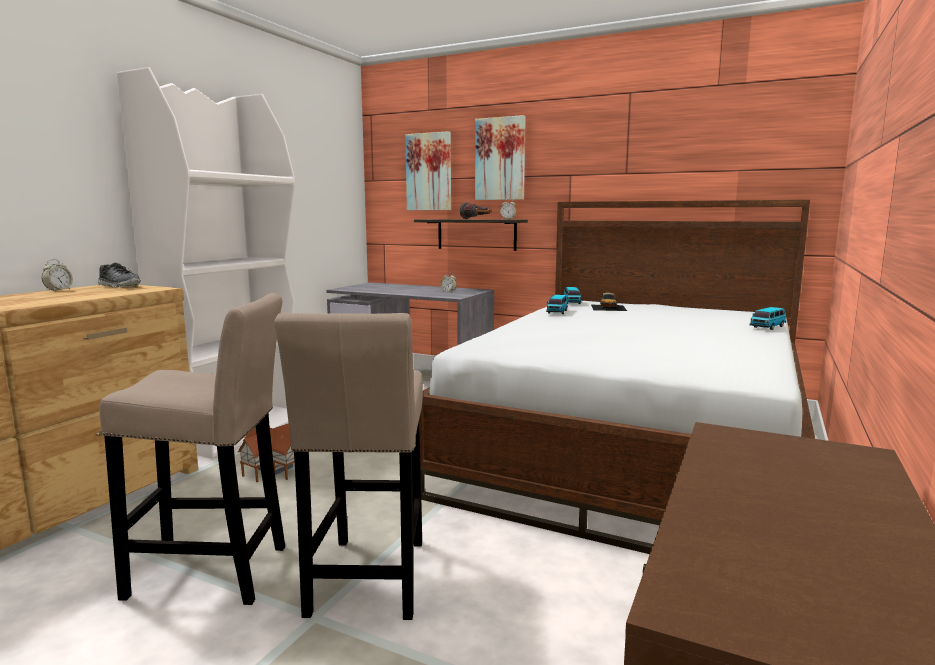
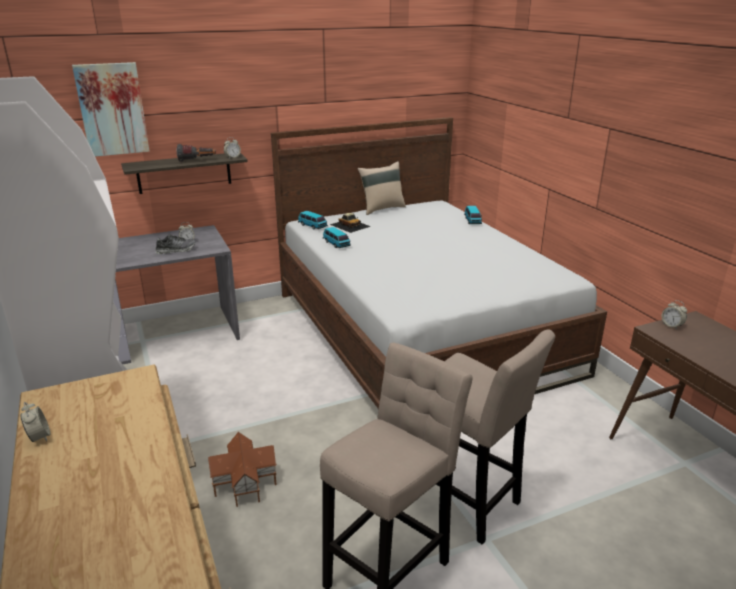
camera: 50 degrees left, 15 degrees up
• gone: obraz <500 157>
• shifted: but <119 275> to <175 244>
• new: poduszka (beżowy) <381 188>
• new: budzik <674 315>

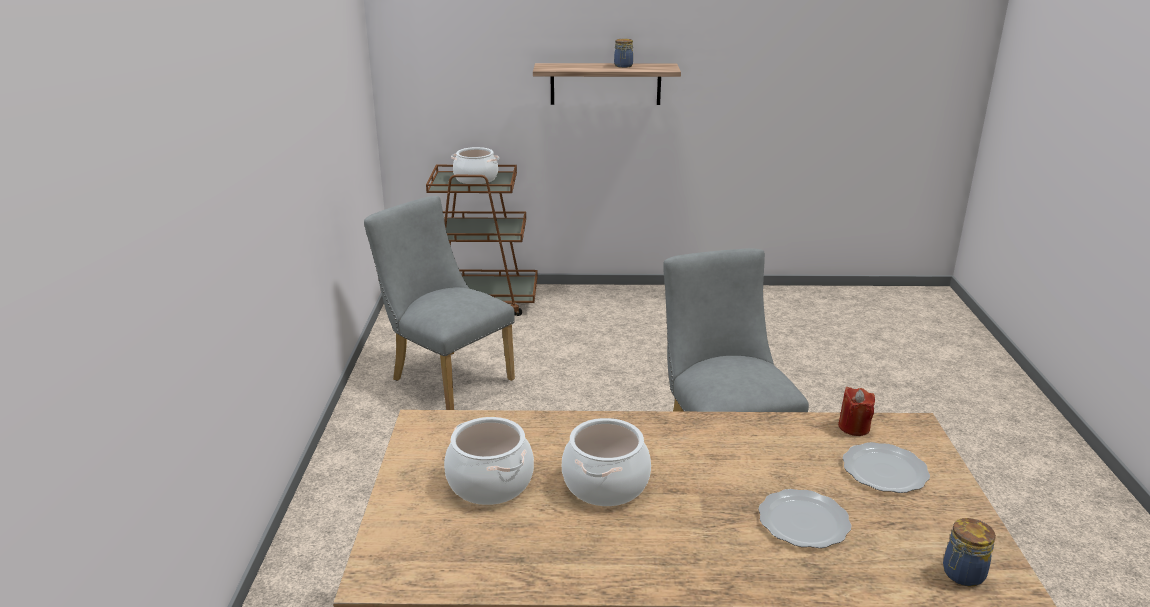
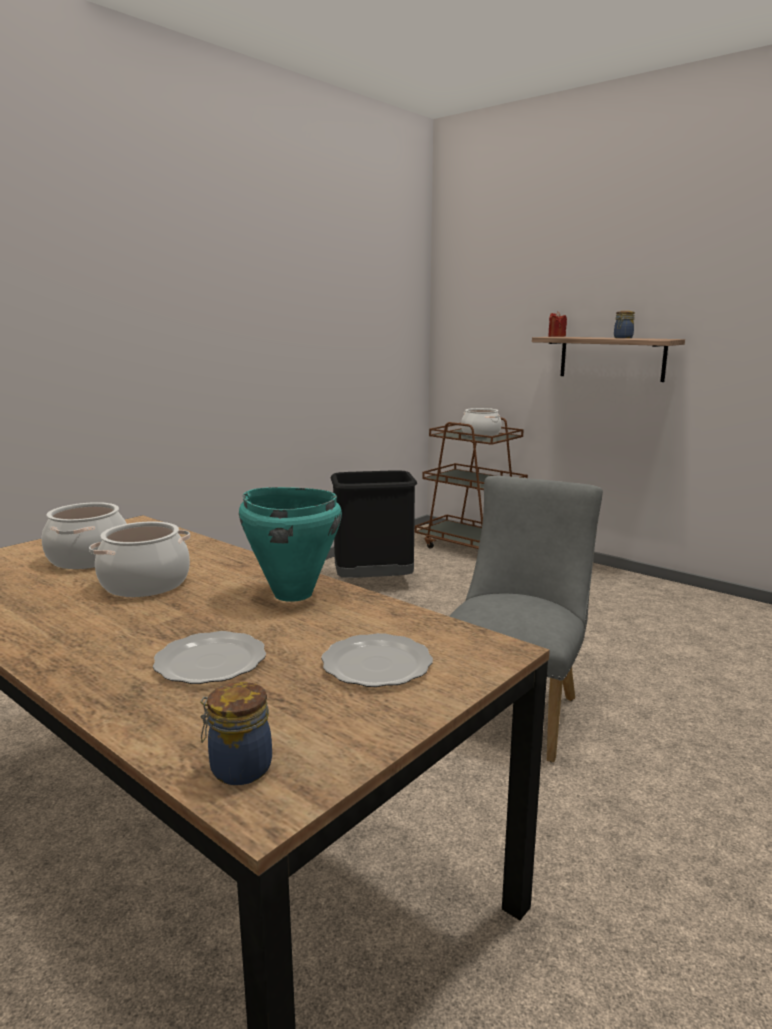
camera: 40 degrees right, 10 degrees down
• swapped: krzesło (szary) <439 303> to kosz na śmieci (czarny) <374 524>
• shifted: świeca (czerwony) <856 411> to <557 324>
• new: garnek (turkusowy) <290 544>

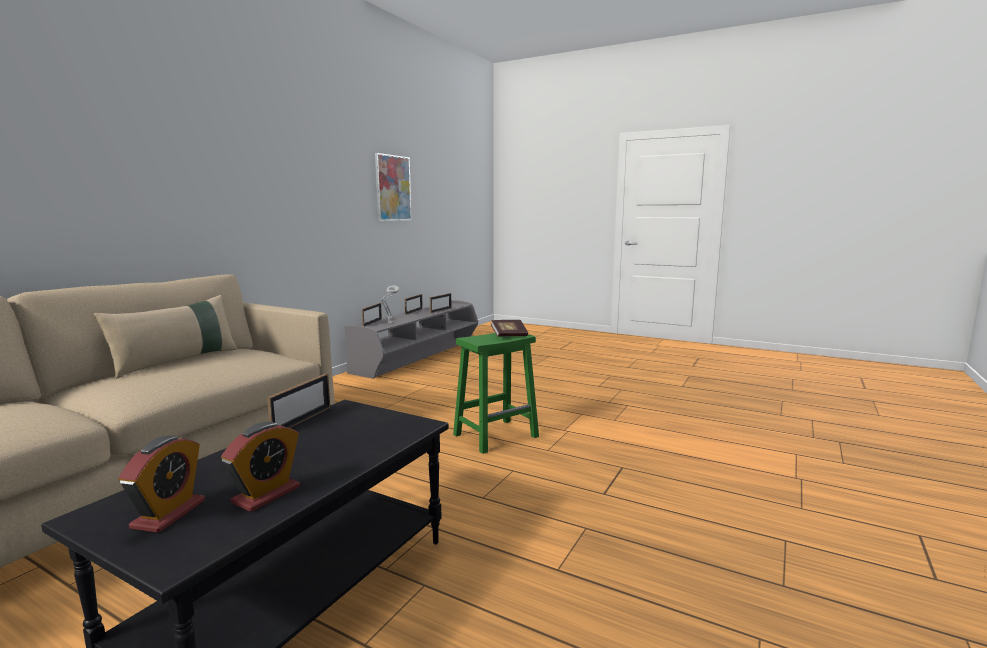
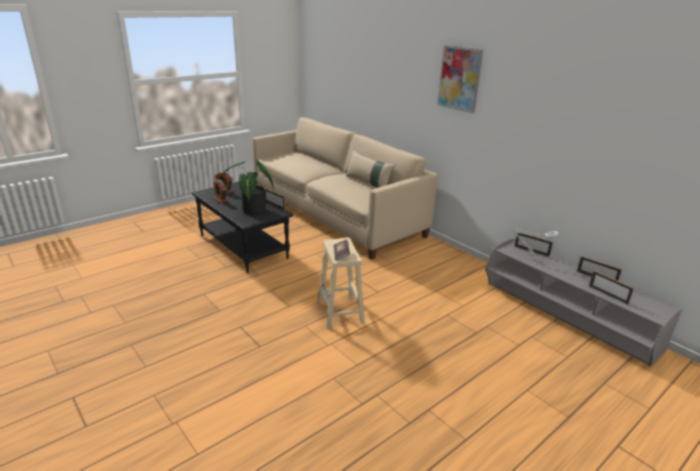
camera: 110 degrees right, 15 degrees up
• shifted: obraz <393 187> to <460 79>
• repainted: stołek (zielony) <496 393> to stołek (beżowy) <341 283>
• new: roślina doniczkowa <248 187>

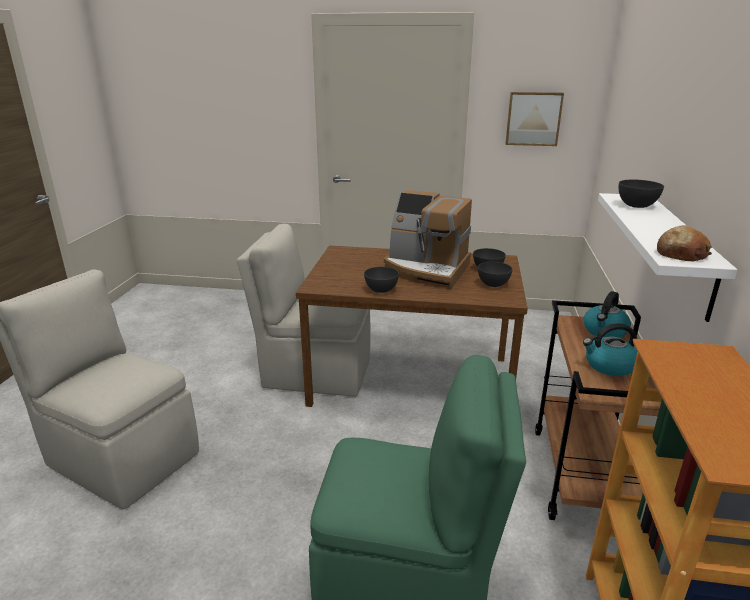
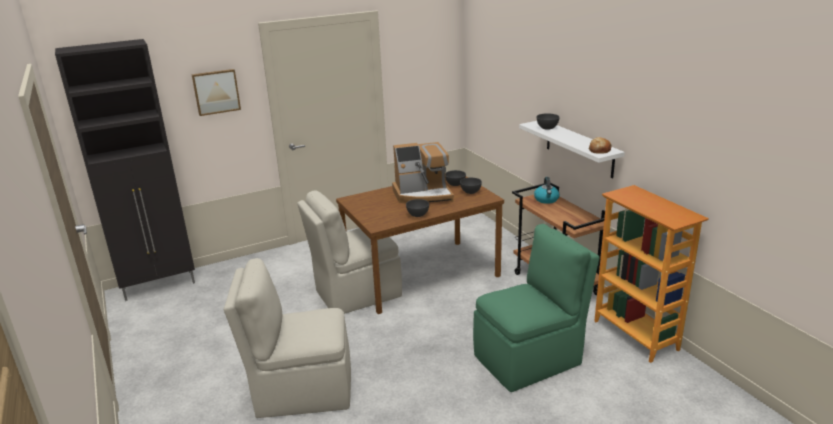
camera: 35 degrees left, 0 degrees up
• shifted: obraz <534 119> to <216 92>
• gone: czajnik <610 349>
• new: szafka (czarny) <125 170>

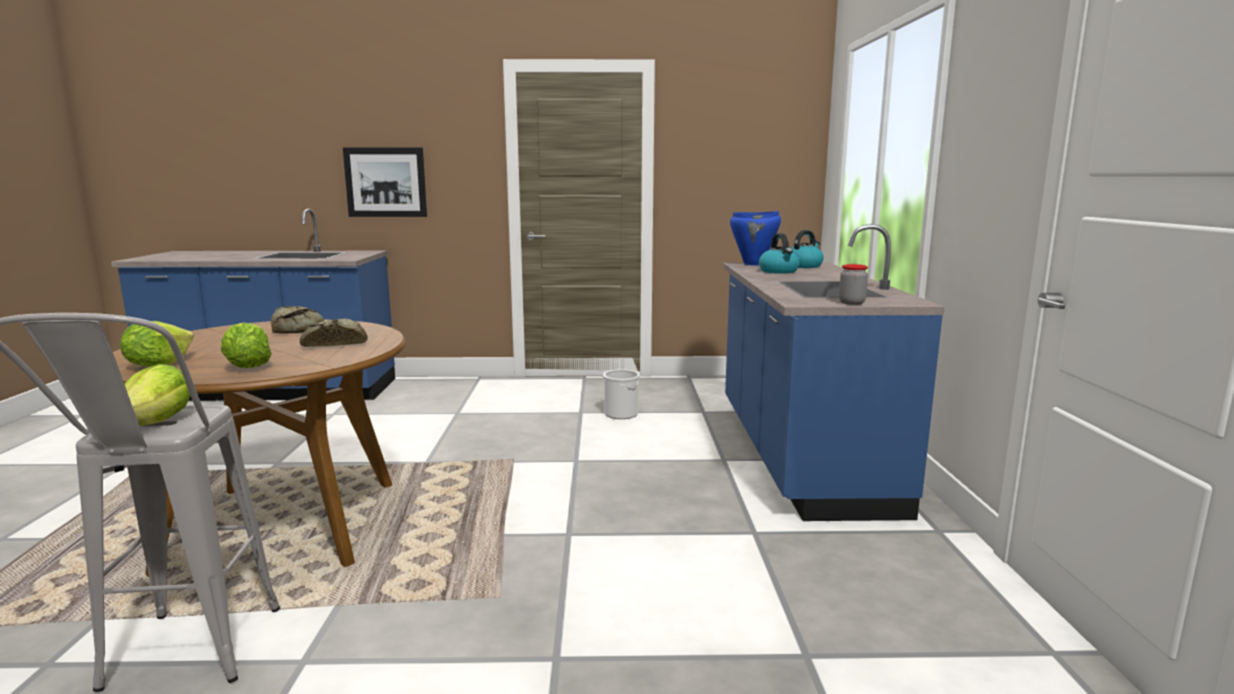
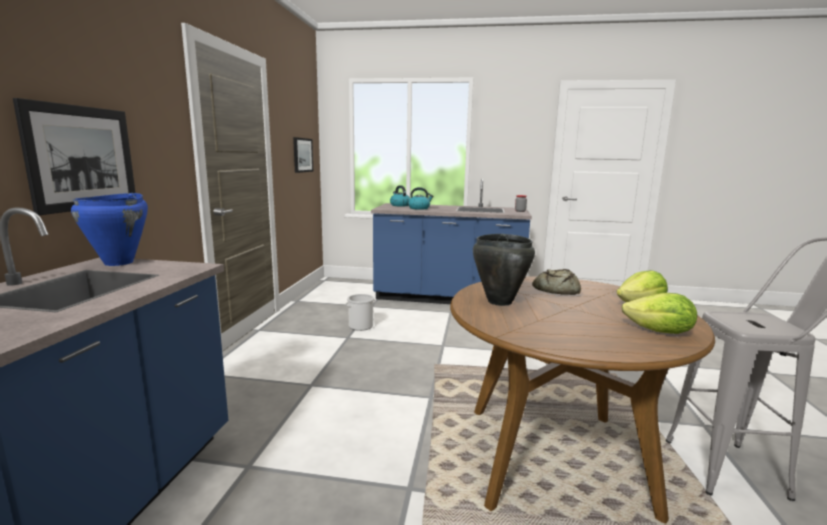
camera: 80 degrees left, 0 degrees up
• shifted: garnek (niebieski) <755 238> to <109 229>
• swapped: chleb <297 320> to garnek (czarny) <504 270>
• gone: sałata <157 395>
• new: obraz <303 155>

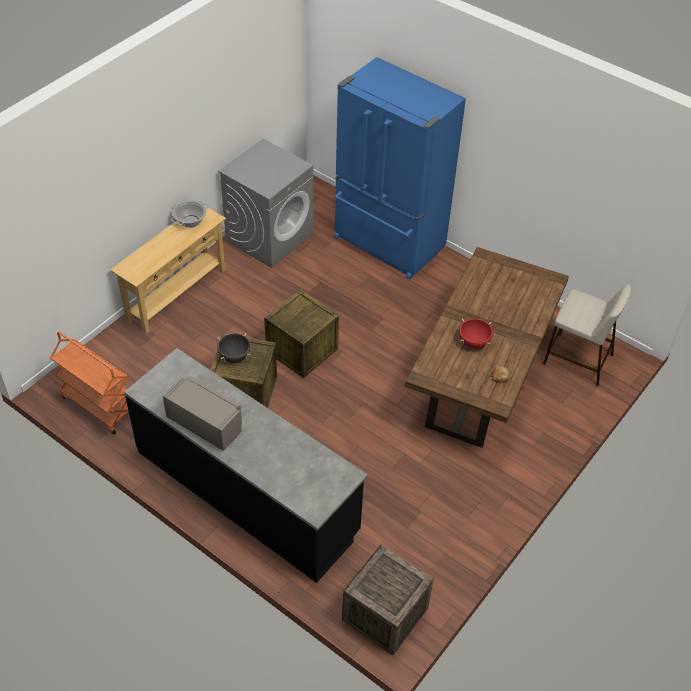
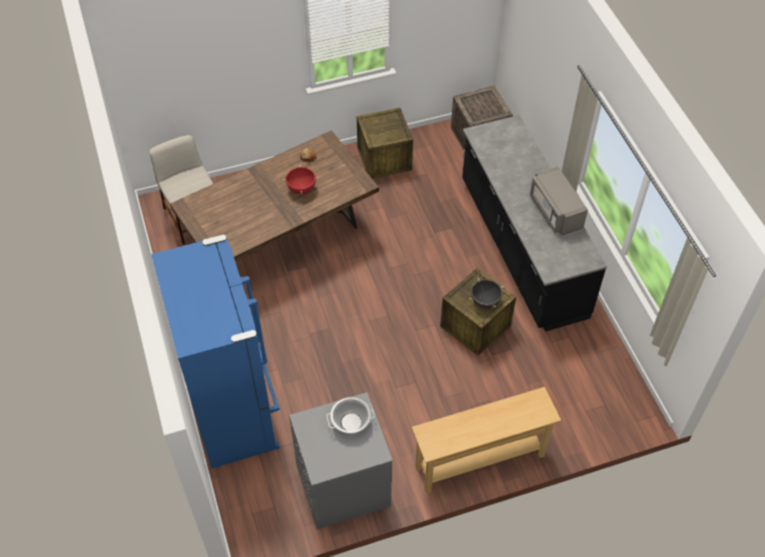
camera: 145 degrees left, 5 degrees up
• shifted: garnek <189 214> to <350 415>
• shifted: skrzynka <301 334> to <385 143>
• gone: wózek (pomarańczowy) <89 382>

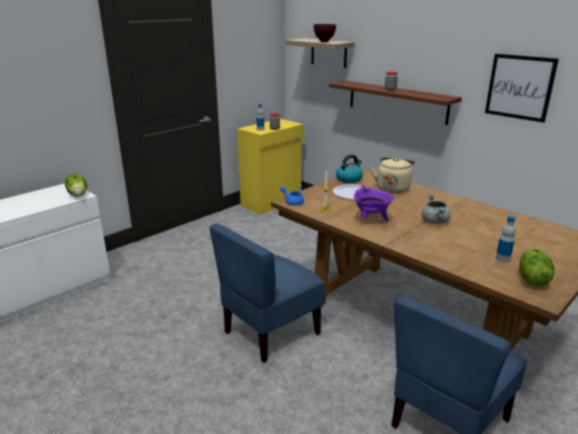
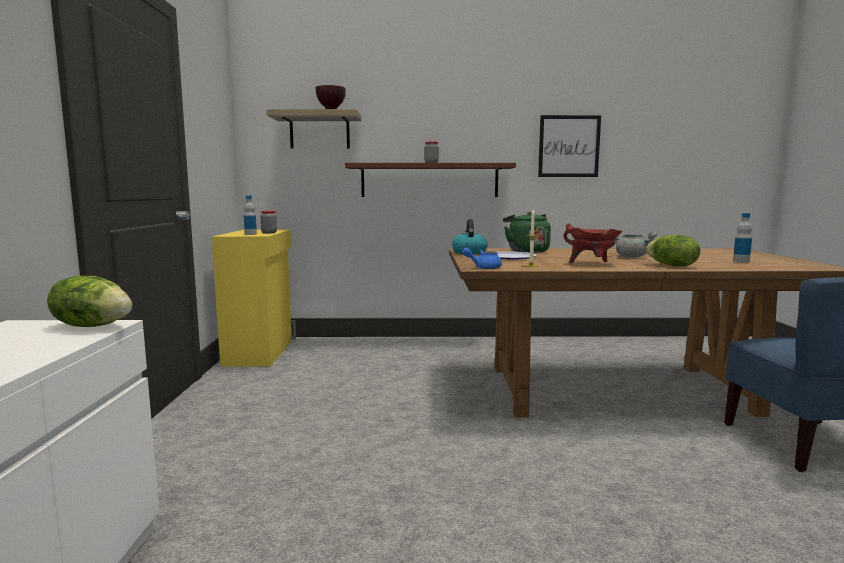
camera: 45 degrees left, 15 degrees down
• repainted: czajnik (beżowy) <393 175> to czajnik (zielony) <527 232>
• repainted: garnek (fioletowy) <374 203> to garnek (czerwony) <593 243>
• gone: krzesło (niebieski) <267 293>
• shifted: sałata <537 267> to <673 250>

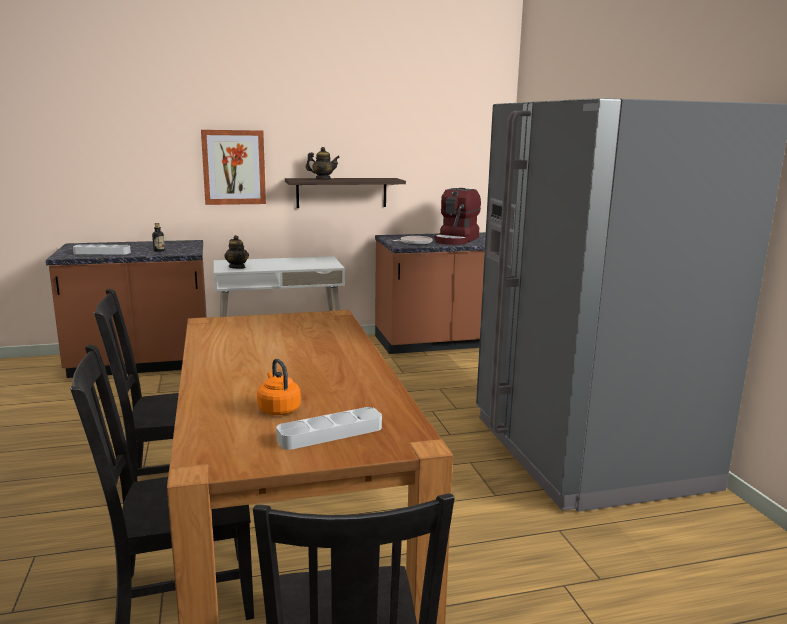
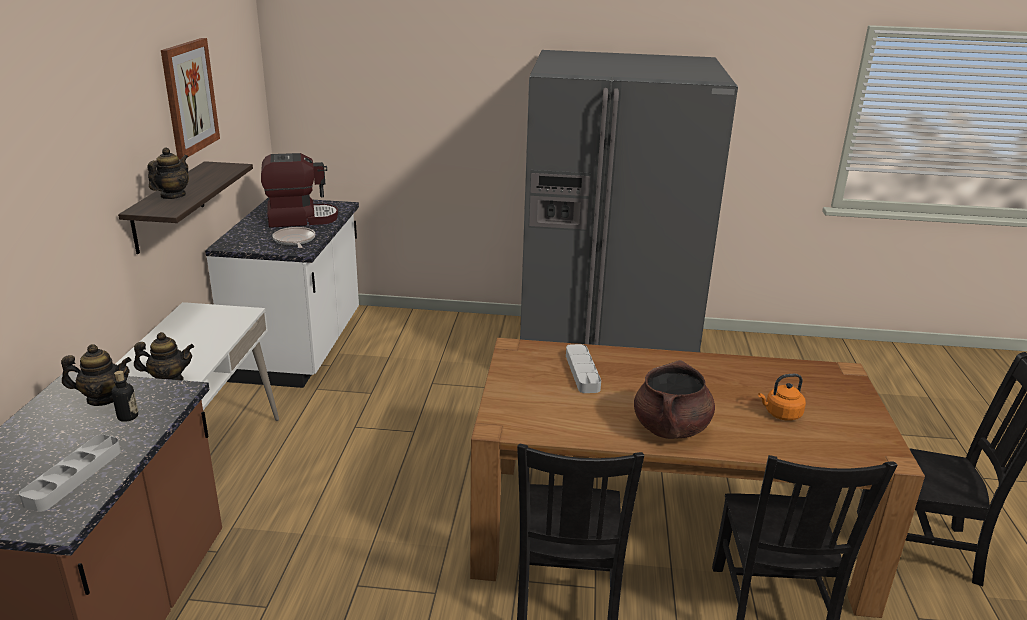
camera: 70 degrees left, 10 degrees up
• shifted: obraz <233 167> to <190 99>
• rotated: ekspres do kawy <457 216> = <299 190> 60 degrees counterclockwise
• repainted: zabudowa kuchenna (brązowy) <430 293> to zabudowa kuchenna (biały) <282 292>
• shifted: taca (szary) <329 428> to <583 368>
• new: imbryk <96 375>
• new: garnek (brązowy) <674 399>

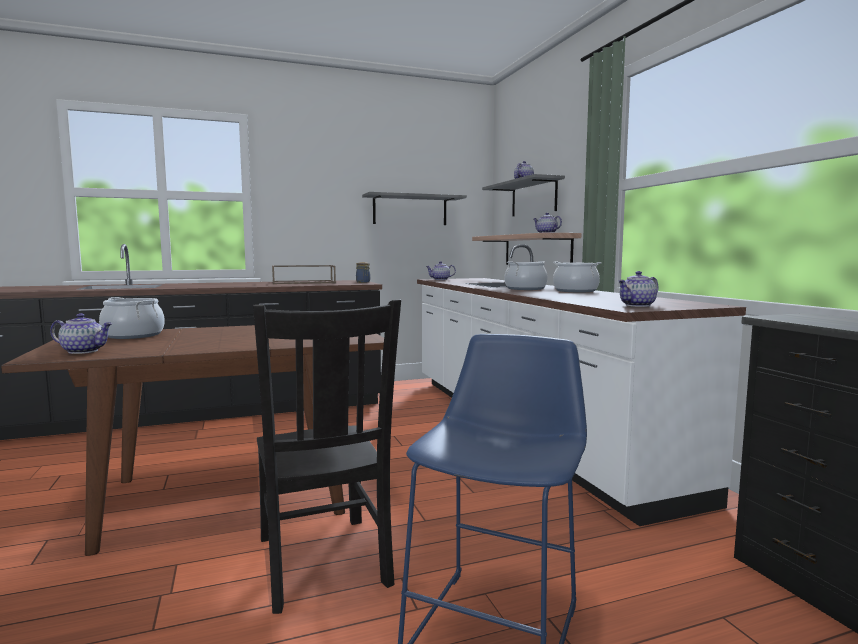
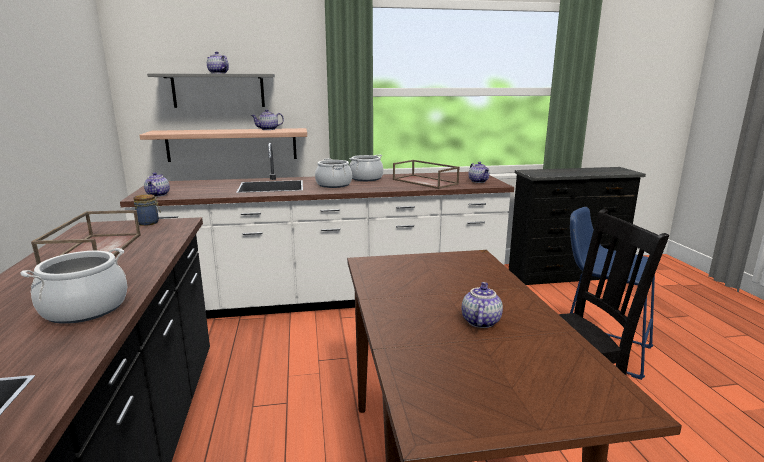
camera: 80 degrees left, 10 degrees up
• gone: półka (szary) <414 208>
• shifted: garnek <132 318> to <73 286>
• shifted: imbryk <81 333> to <482 305>
• new: taca (brązowy) <426 174>

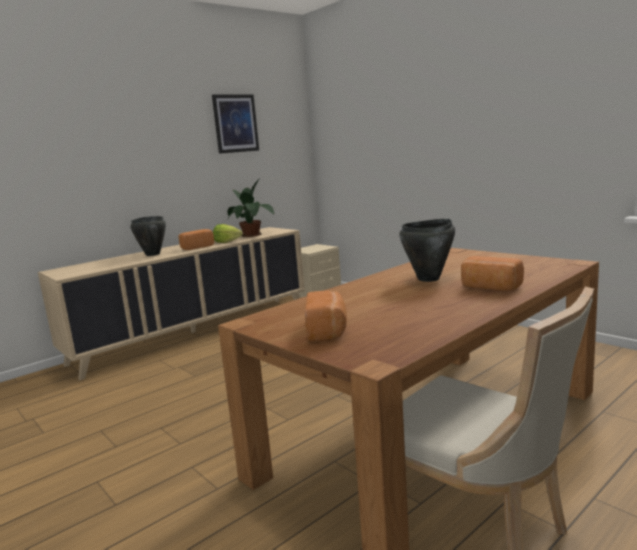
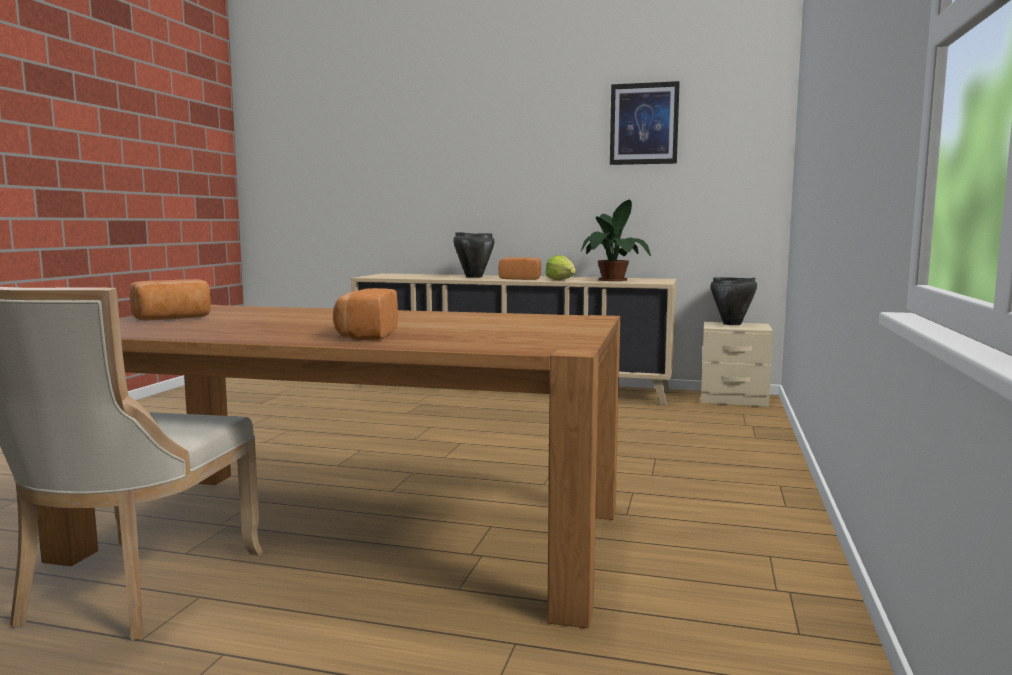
camera: 55 degrees right, 5 degrees down
• shifted: garnek (czarny) <427 250> to <734 301>

